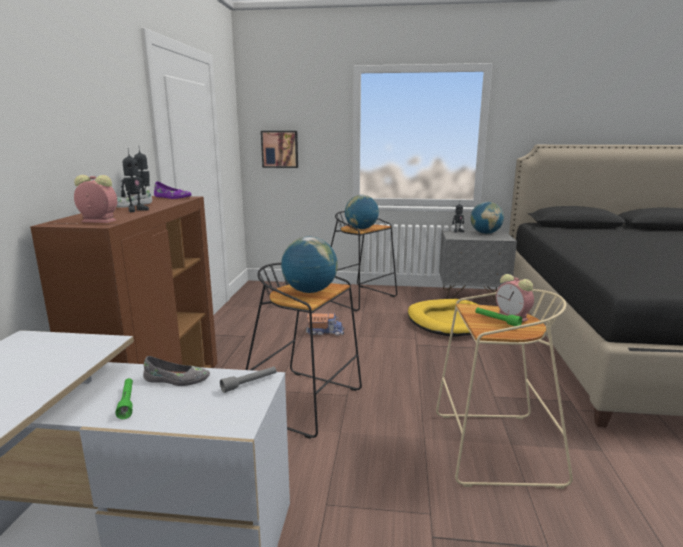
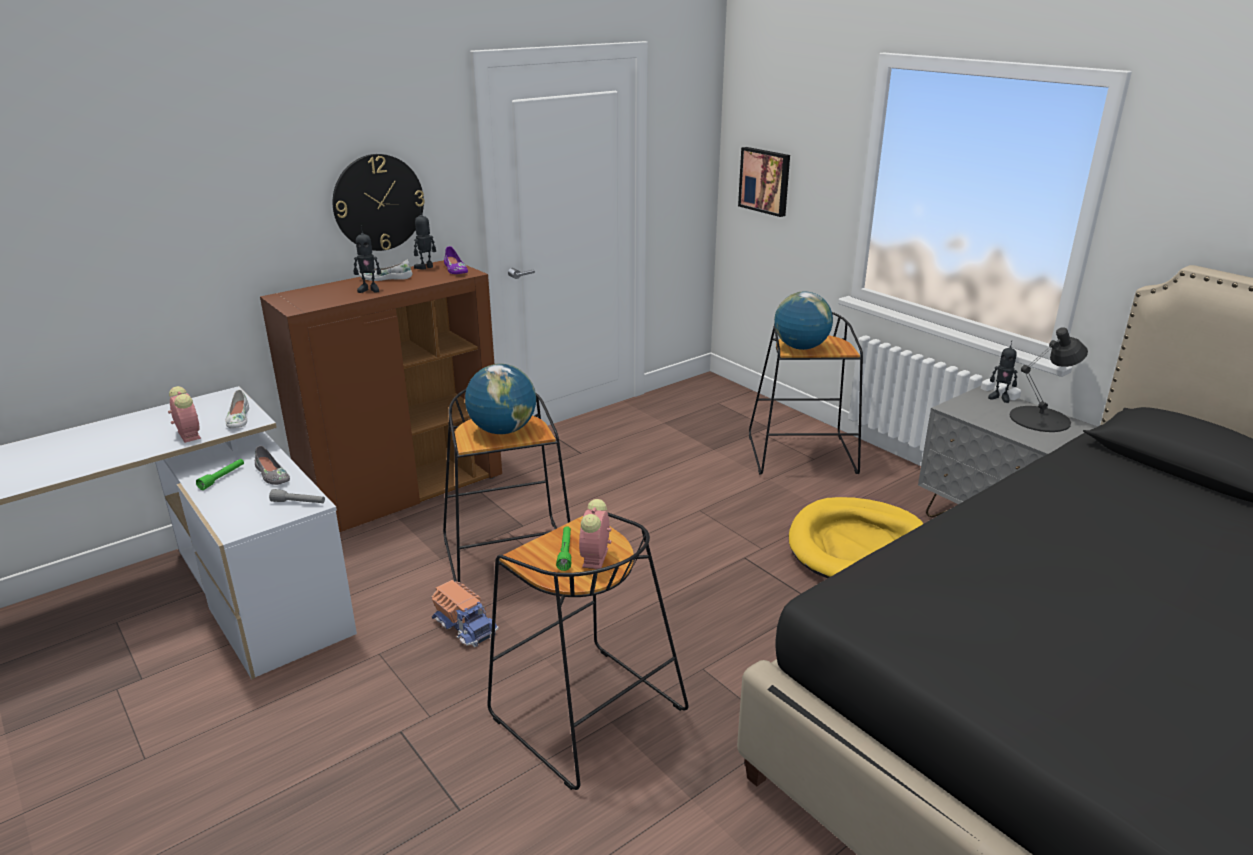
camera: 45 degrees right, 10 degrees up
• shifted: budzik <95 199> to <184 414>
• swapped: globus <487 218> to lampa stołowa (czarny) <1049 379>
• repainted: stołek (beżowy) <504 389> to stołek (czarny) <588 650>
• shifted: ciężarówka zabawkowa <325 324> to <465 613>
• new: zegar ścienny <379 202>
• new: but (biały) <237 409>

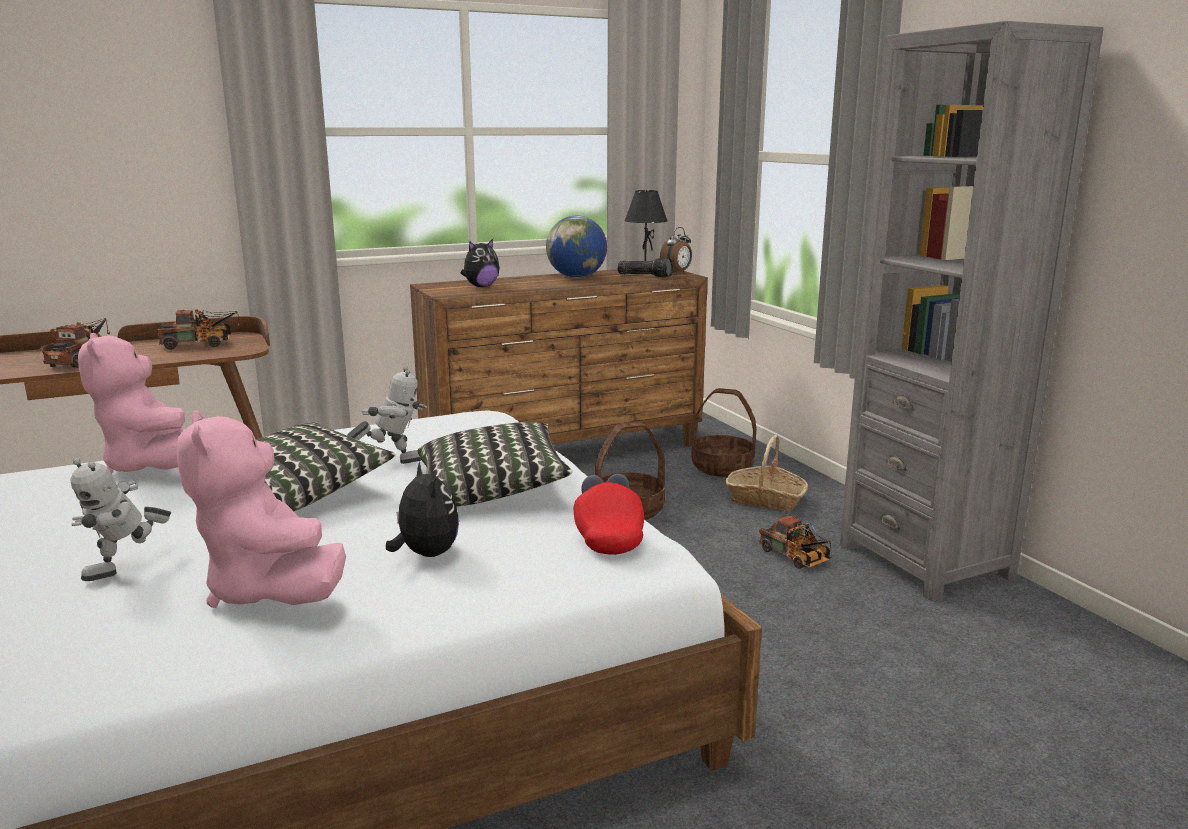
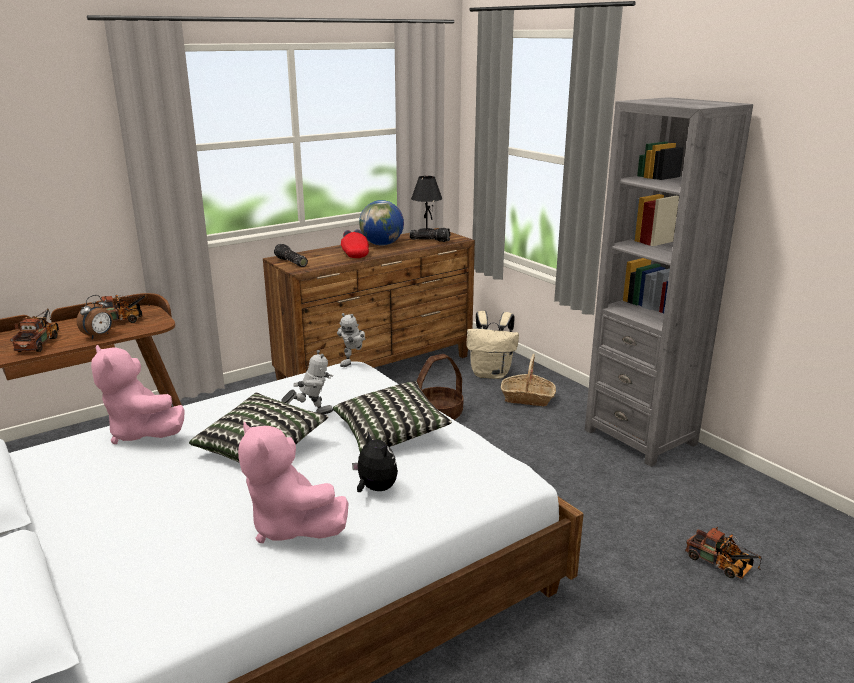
camera: 10 degrees left, 5 degrees up
• shifted: budzik <676 250> to <95 317>
• gone: pluszak <480 263>
• swapped: koszyk <724 432> to plecak (beżowy) <493 345>
• shifted: robot zabawkowy <120 519> to <351 340>
• shifted: czapka z daszkiem (czerwony) <609 514> to <355 243>
• shifted: ciężarówka zabawkowa <795 542> to <723 553>
• new: latarka <291 255>

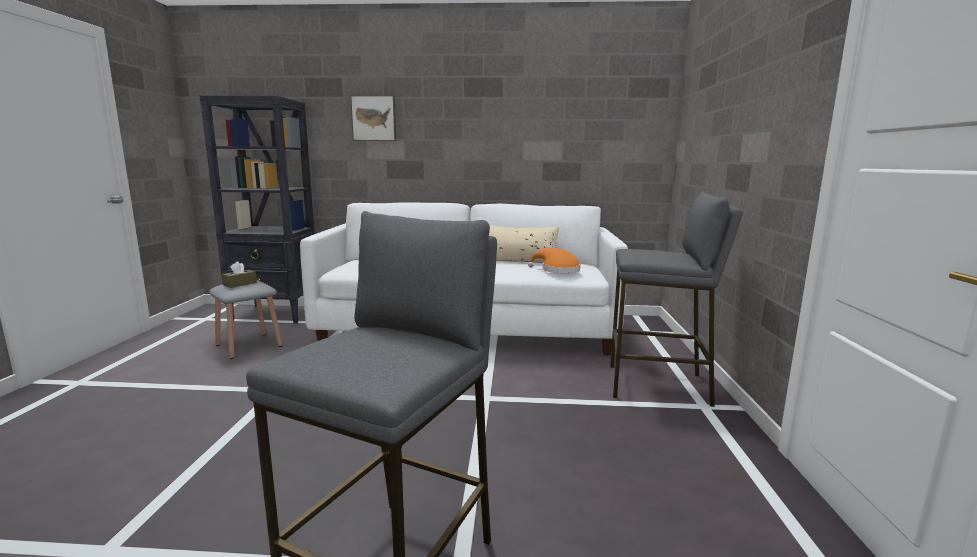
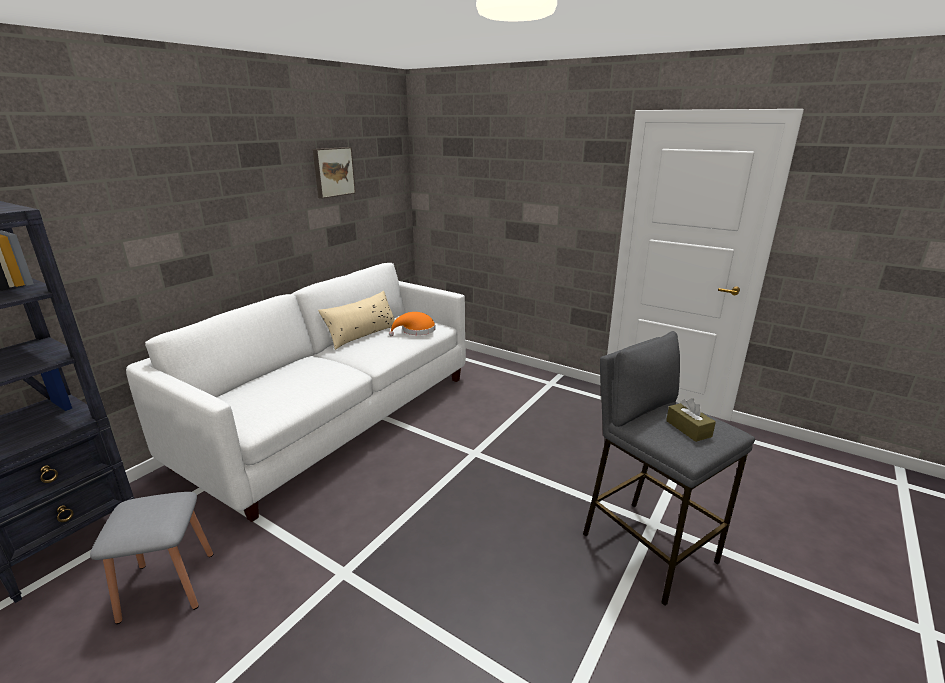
camera: 60 degrees left, 10 degrees up
• shifted: obraz <373 118> to <334 172>
• gone: stołek (szary) <676 299>
• shifted: pudełko chusteczek (brązowy) <239 274> to <691 420>

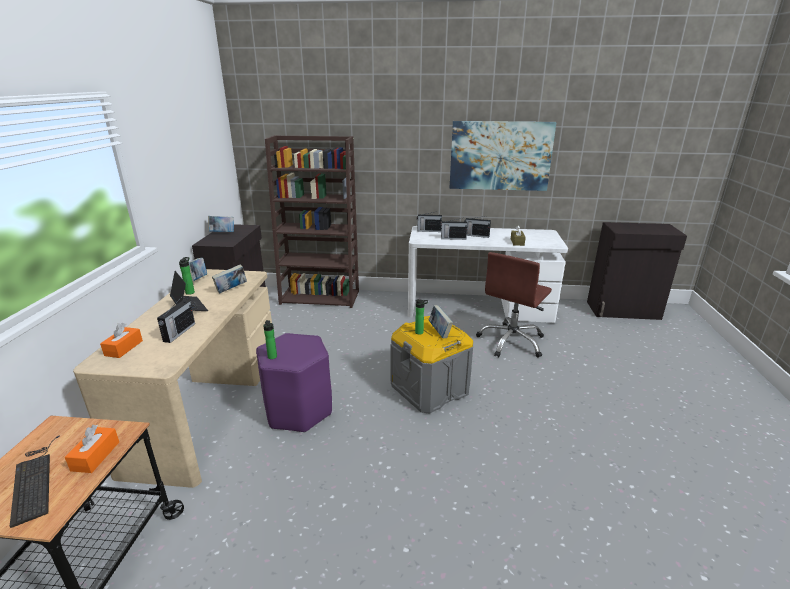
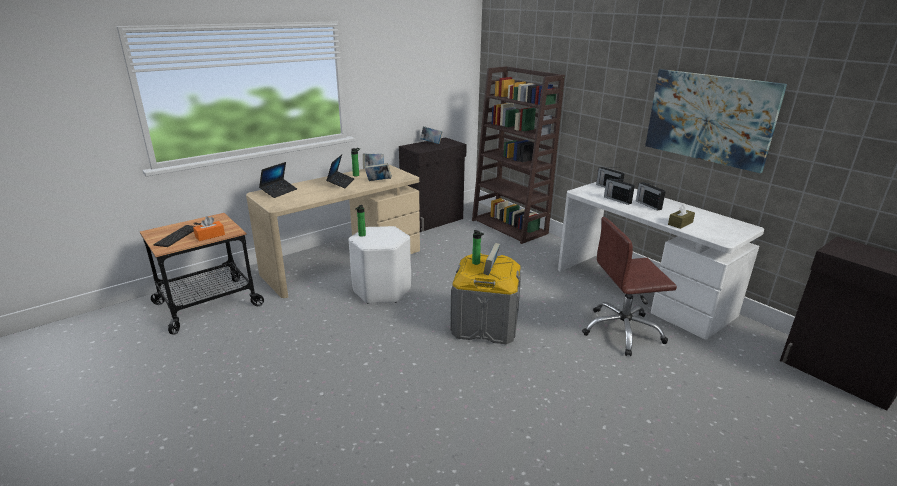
camera: 45 degrees right, 0 degrees up
• gone: radio <176 321>
• swapped: pudełko chusteczek (pomarańczowy) <121 340> to laptop <278 180>
• repainted: stołek (fioletowy) <294 383> to stołek (biały) <380 265>

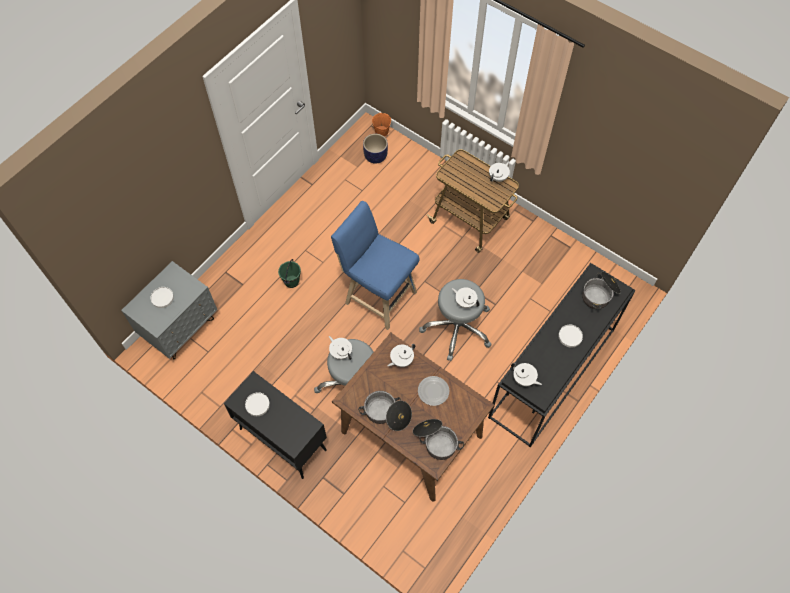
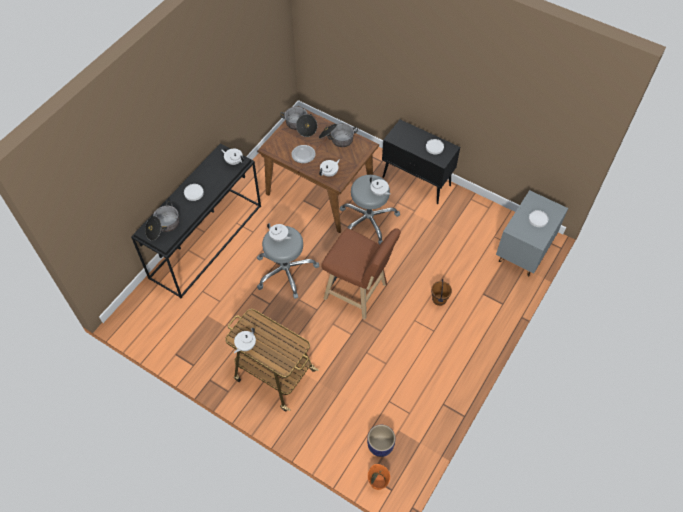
camera: 175 degrees right, 5 degrees down
• repainted: stołek (niebieski) <375 265> to stołek (brązowy) <361 273>
• repainted: wiadro (zielony) <289 273> to wiadro (brązowy) <441 292>

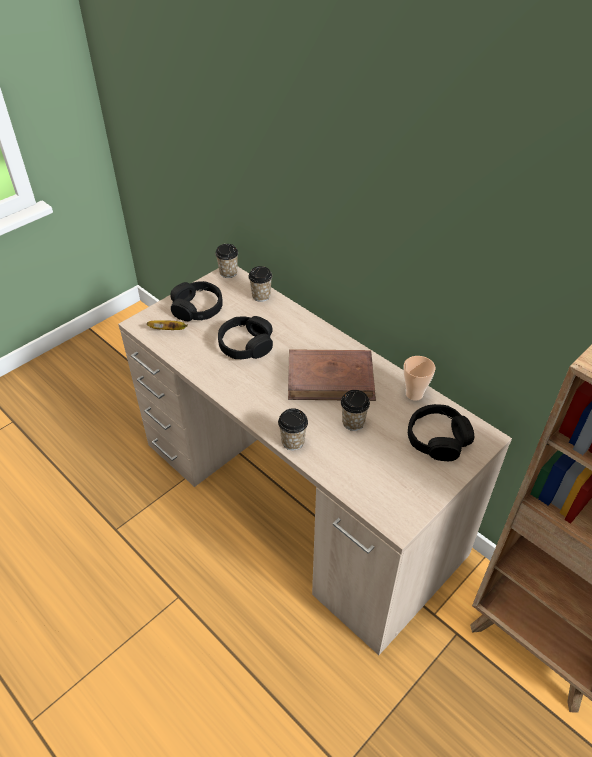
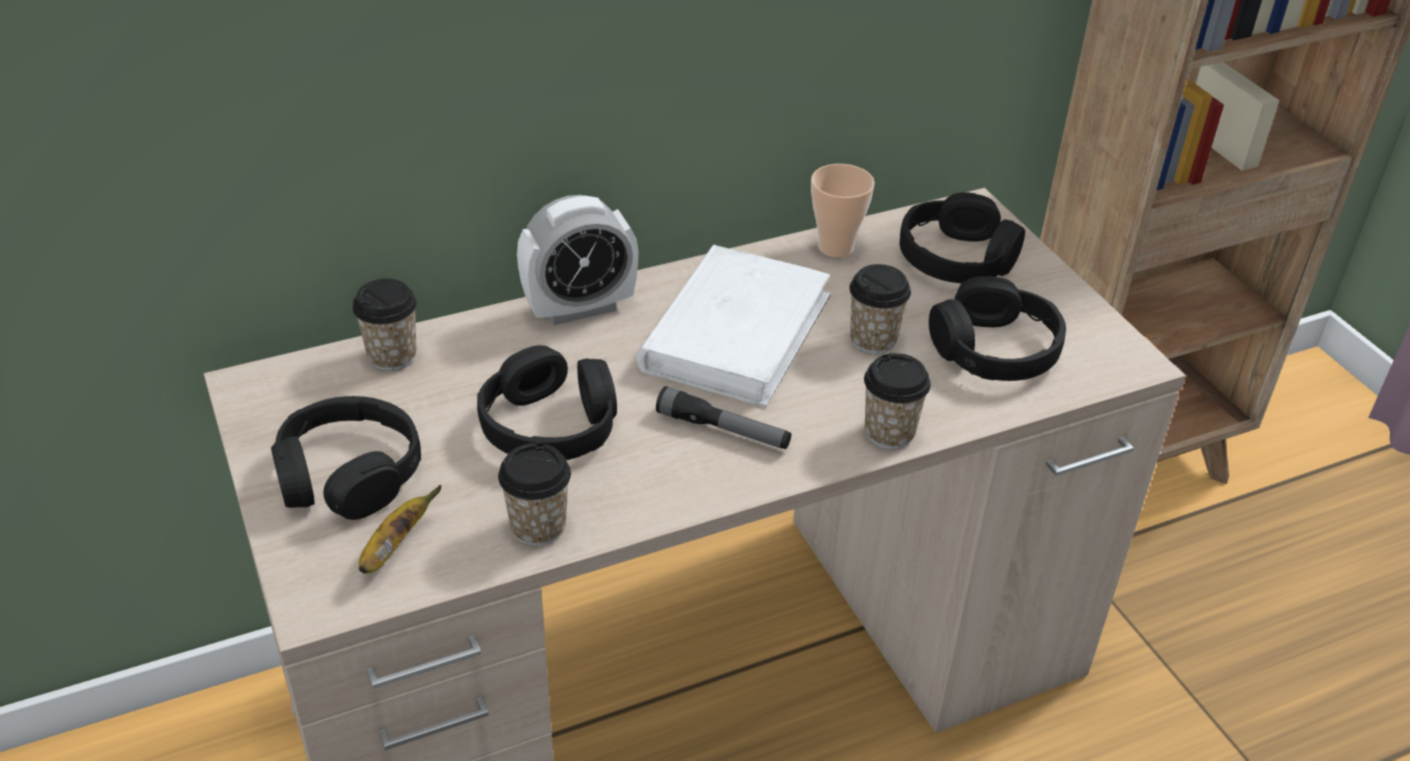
camera: 70 degrees left, 5 degrees down
• shifted: filiżanka <226 261> to <534 494>
• repainted: książka (brązowy) <332 375> to książka (biały) <733 326>
• new: budzik <578 260>
• new: słuchawki (czarny) <997 328>
• new: latarka <723 417>

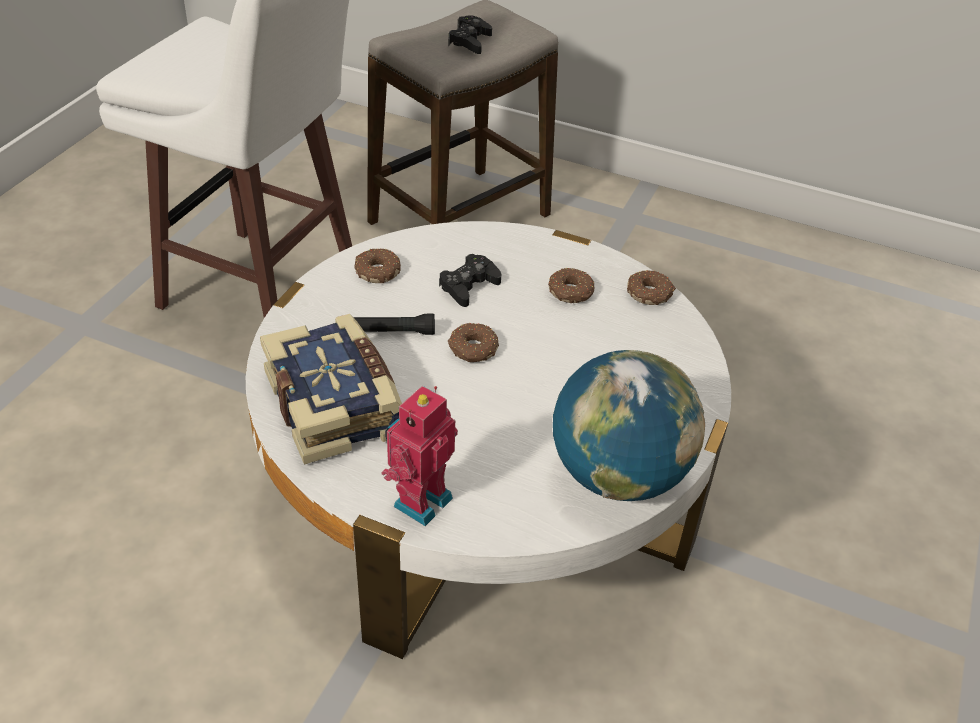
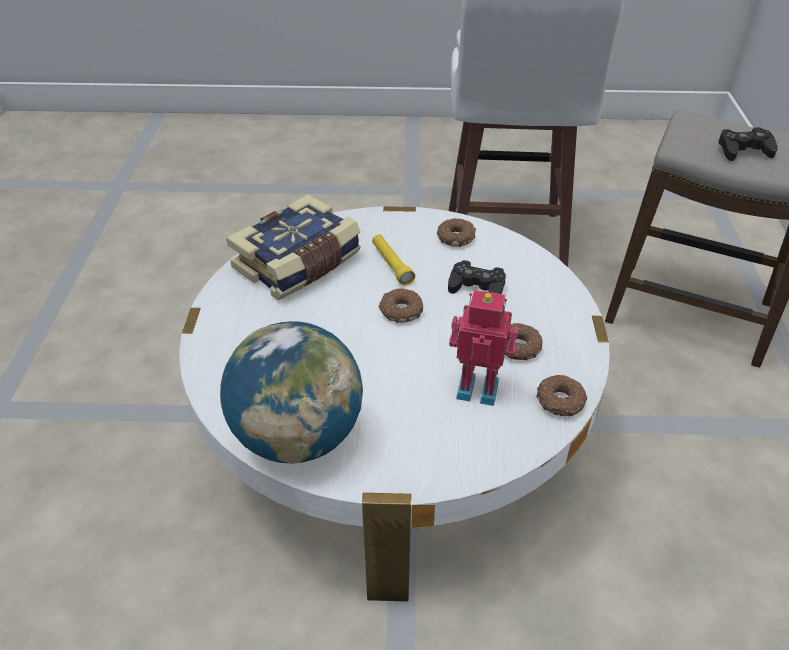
camera: 70 degrees right, 0 degrees up
• repainted: latarka (czarny) <394 324> to latarka (żółty) <393 260>
• shifted: robot zabawkowy <419 456> to <484 348>

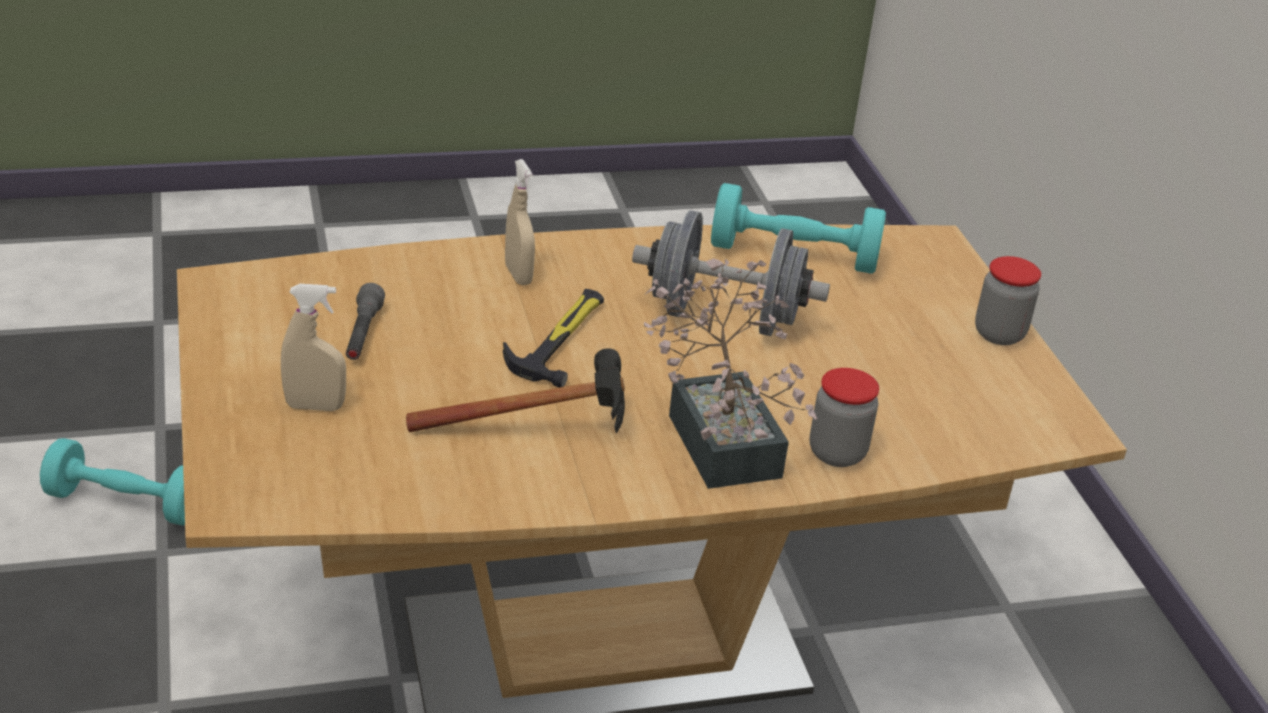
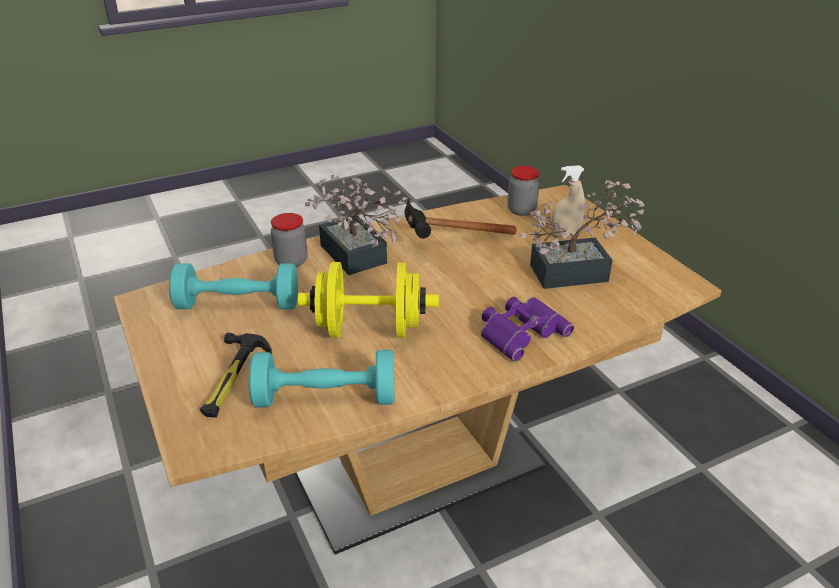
camera: 170 degrees right, 0 degrees up
• swapped: spryskiwacz (beżowy) <520 222> to lornetka (fioletowy) <527 329>
• repainted: hantel (szary) <731 273> to hantel (żółty) <368 300>
• shifted: słoik <1008 300> to <523 191>
• swapped: latarka (szary) <365 321> to roślina doniczkowa <582 234>
• shifted: młotek <553 338> to <236 375>
• shifted: hantel (turkusowy) <112 482> to <233 286>

